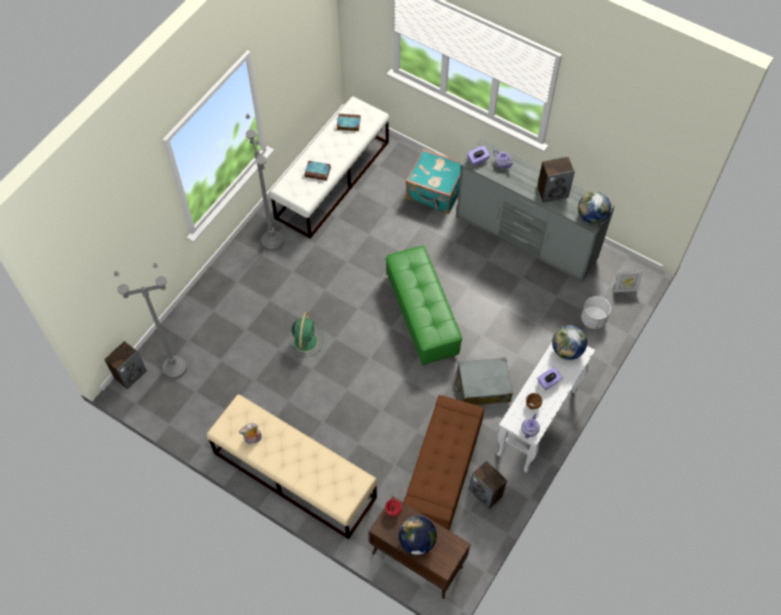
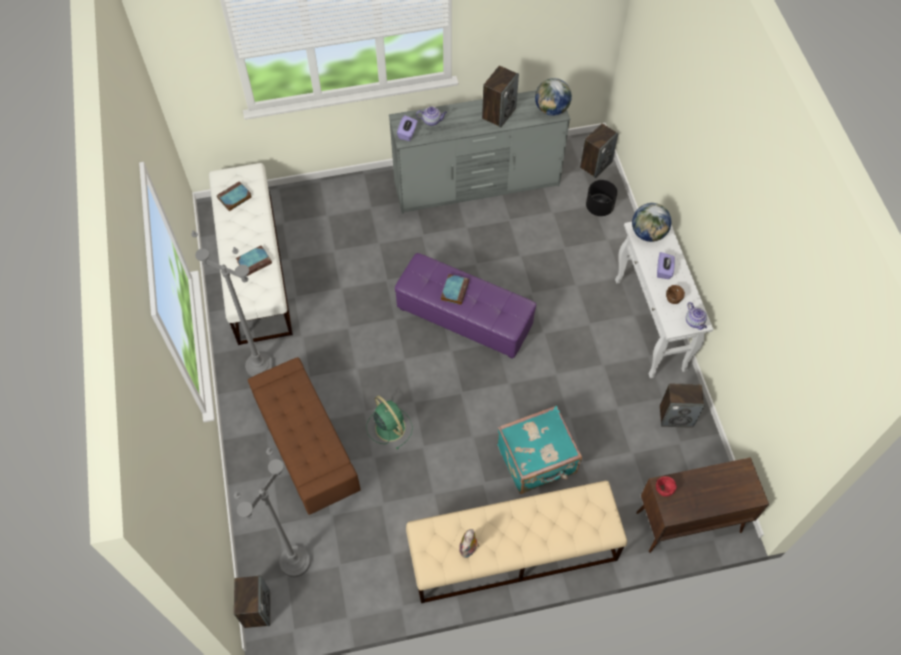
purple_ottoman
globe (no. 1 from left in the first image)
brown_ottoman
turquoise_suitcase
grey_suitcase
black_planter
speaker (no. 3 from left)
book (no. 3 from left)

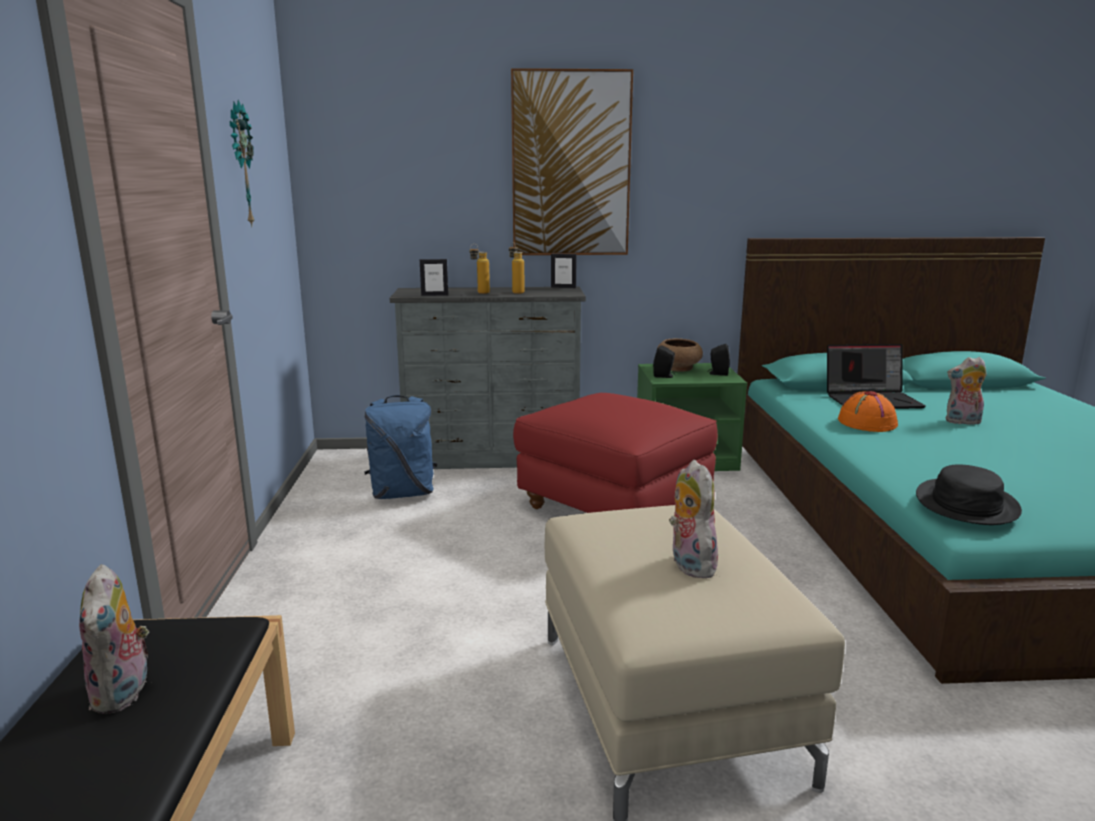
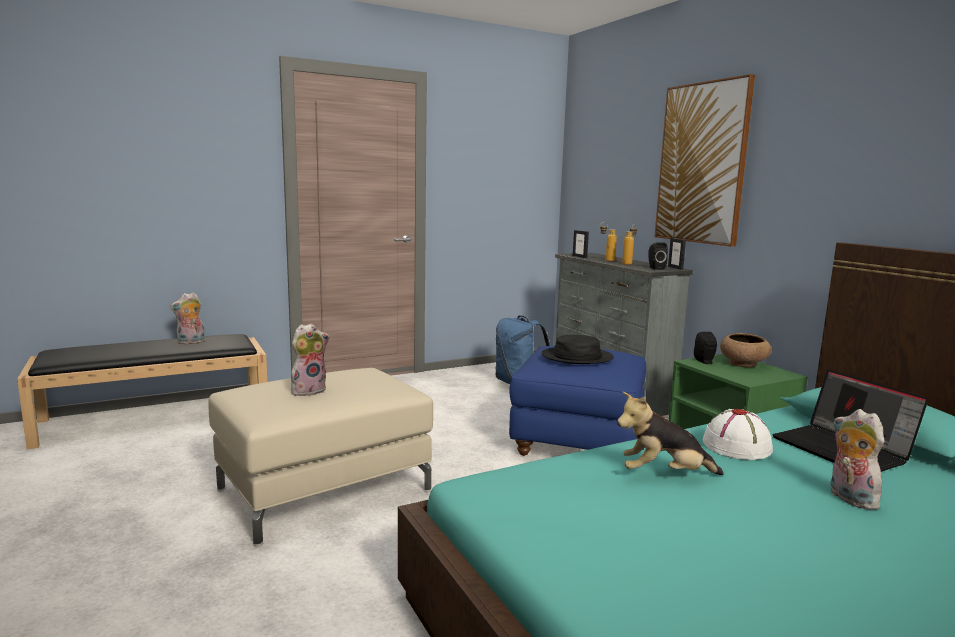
wall_clock
blue_ottoman
black_speaker (no. 1 from left)
white_hat
black_hat
plush_toy (no. 3 from left)

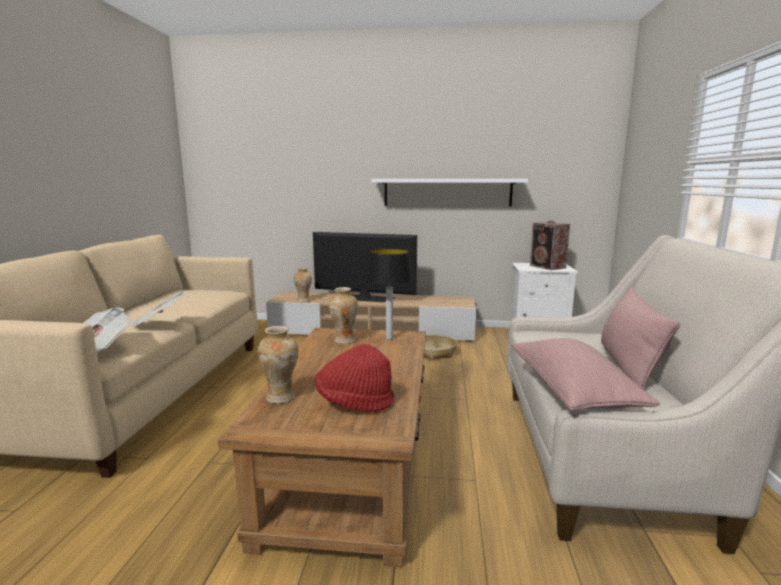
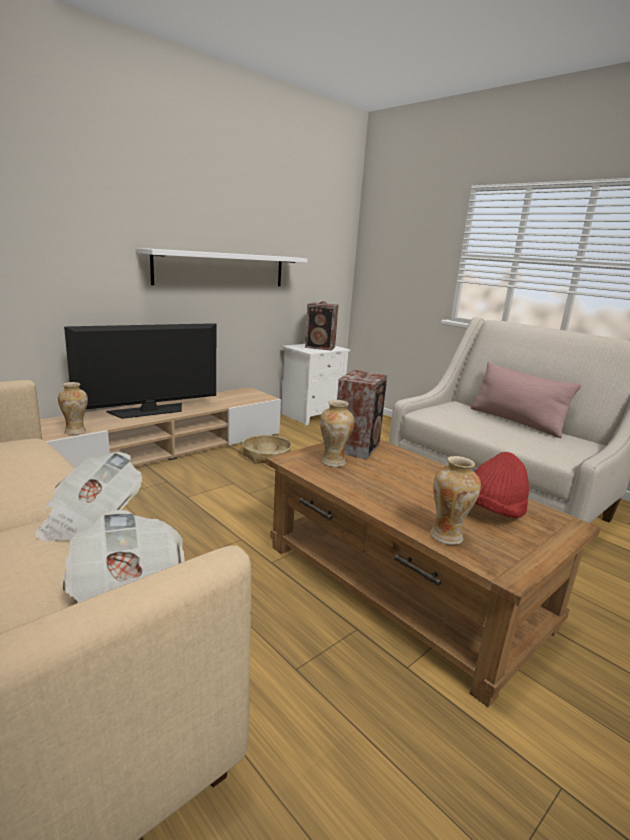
speaker (no. 2 from left)
pink_pillow (no. 1 from left in the first image)

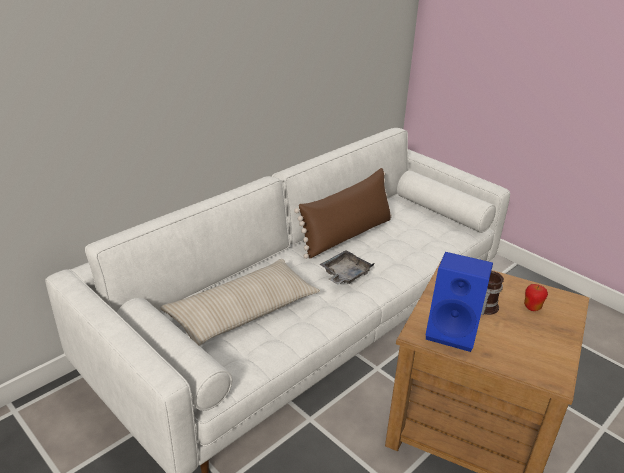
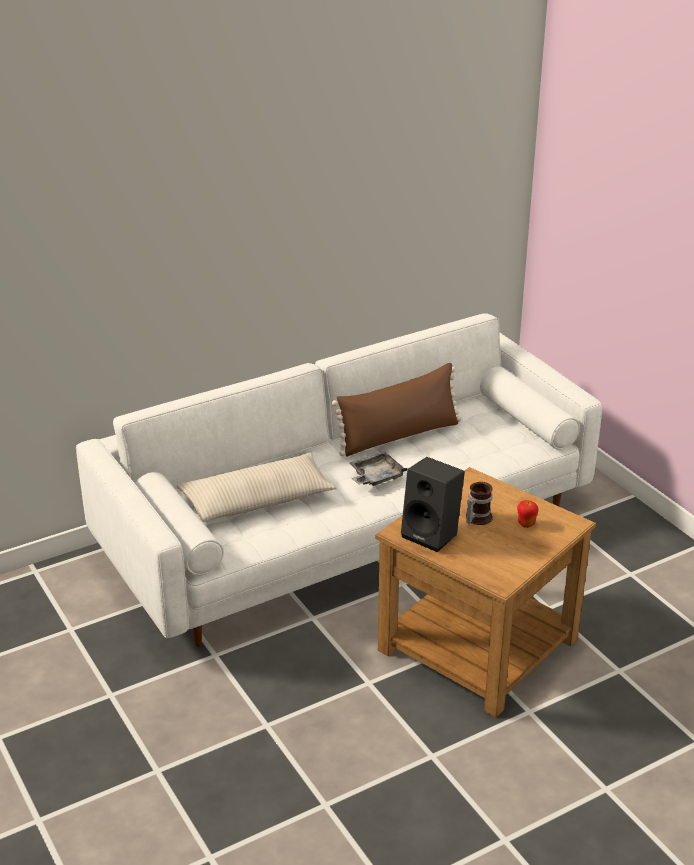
black_speaker

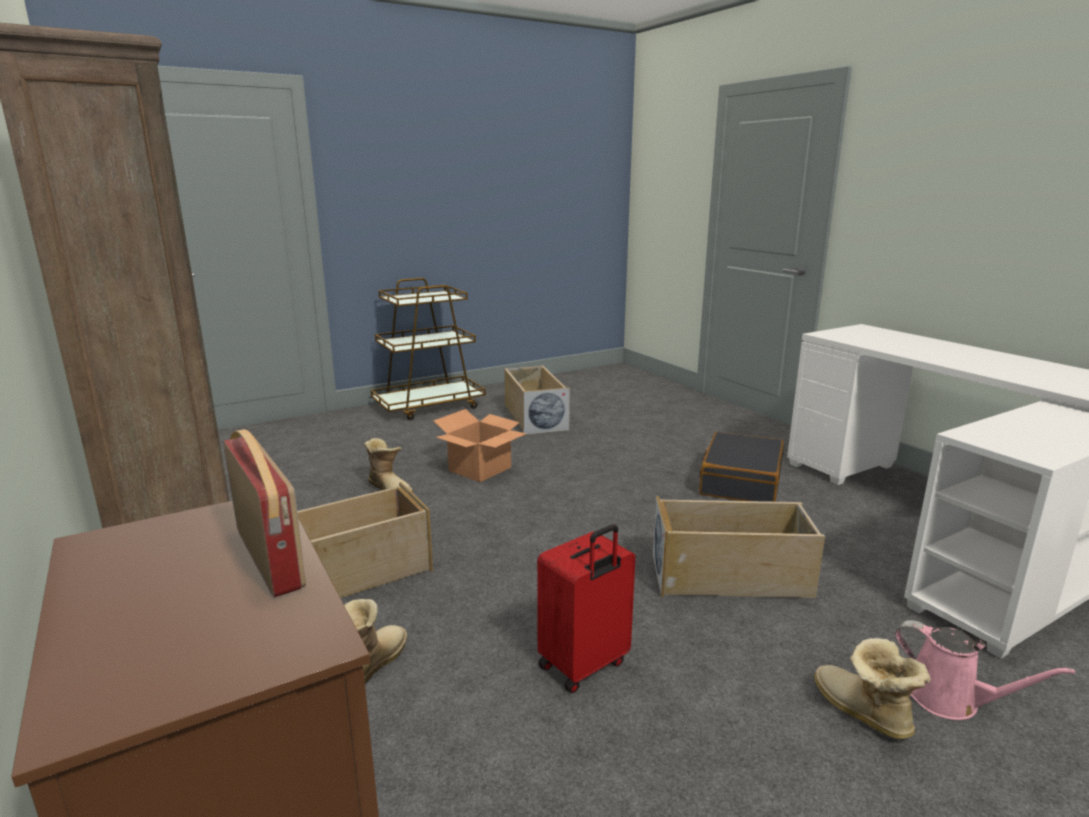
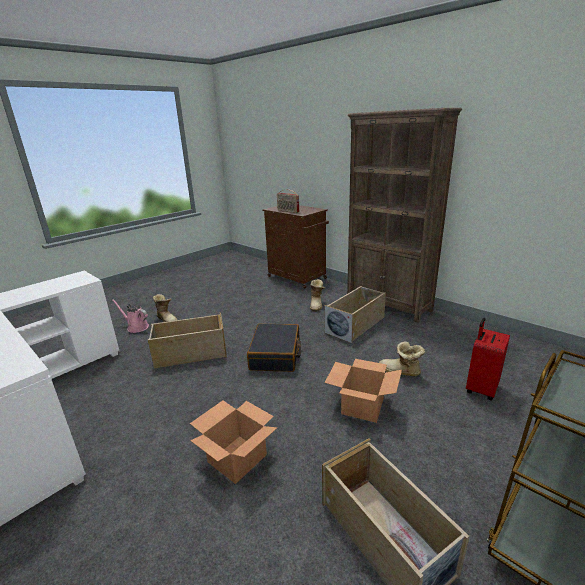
red_suitcase
black_suitcase
cardboard_box (no. 1 from left)

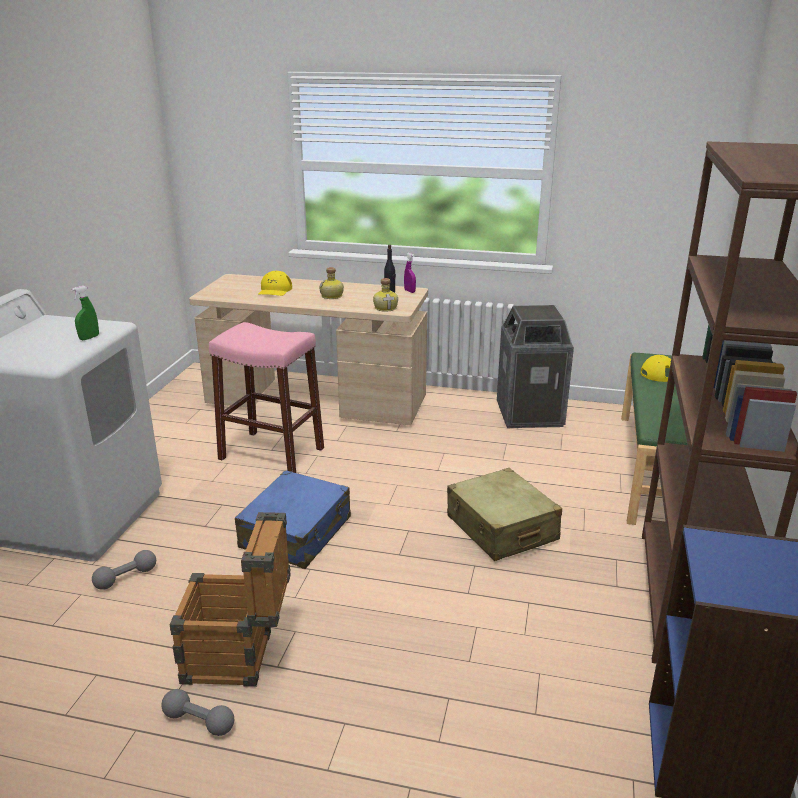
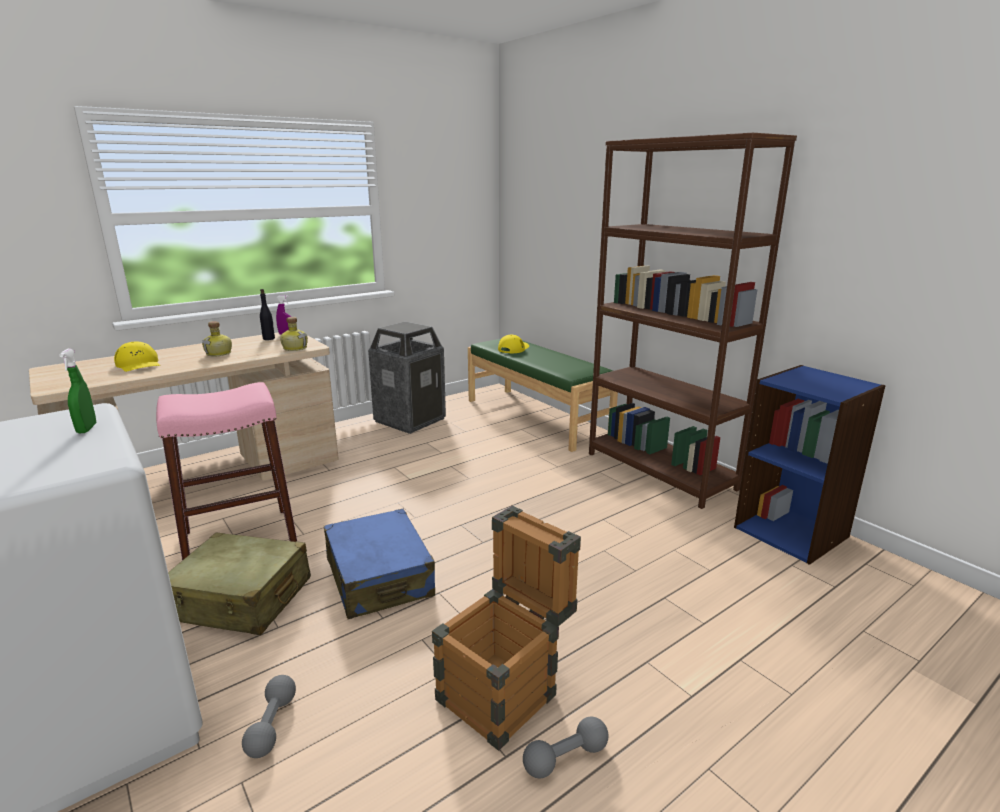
beige_suitcase

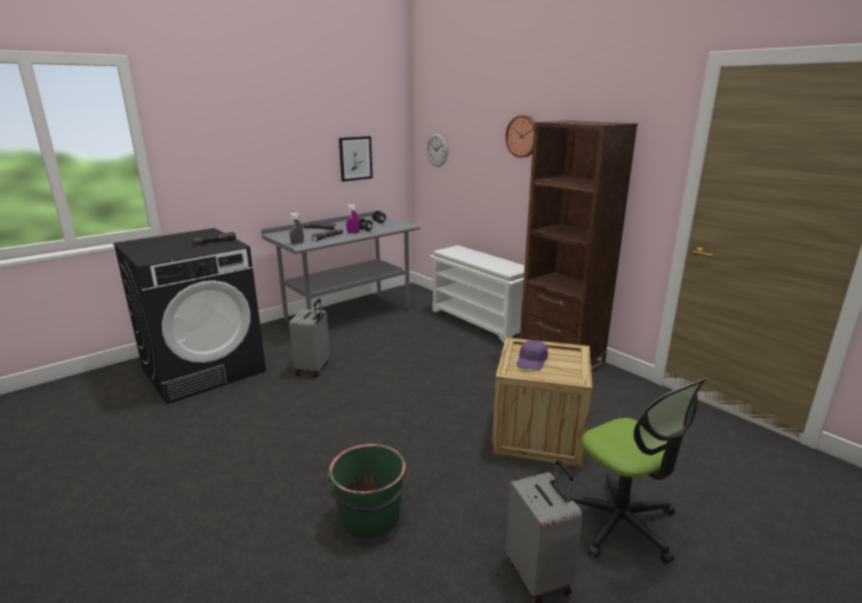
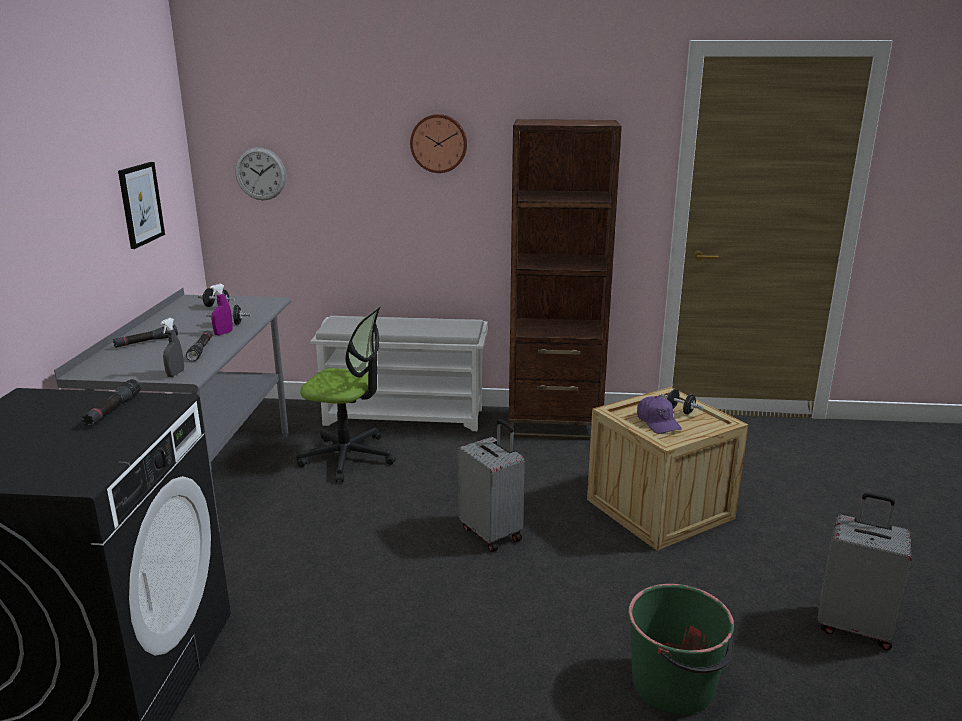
grey_suitcase (no. 1 from left)
office_chair
black_dumbbell (no. 3 from left)

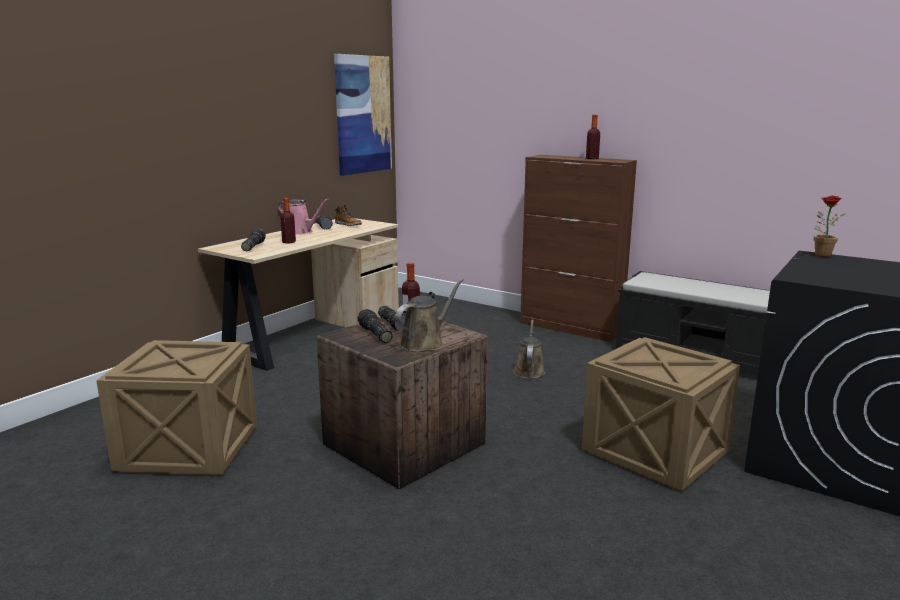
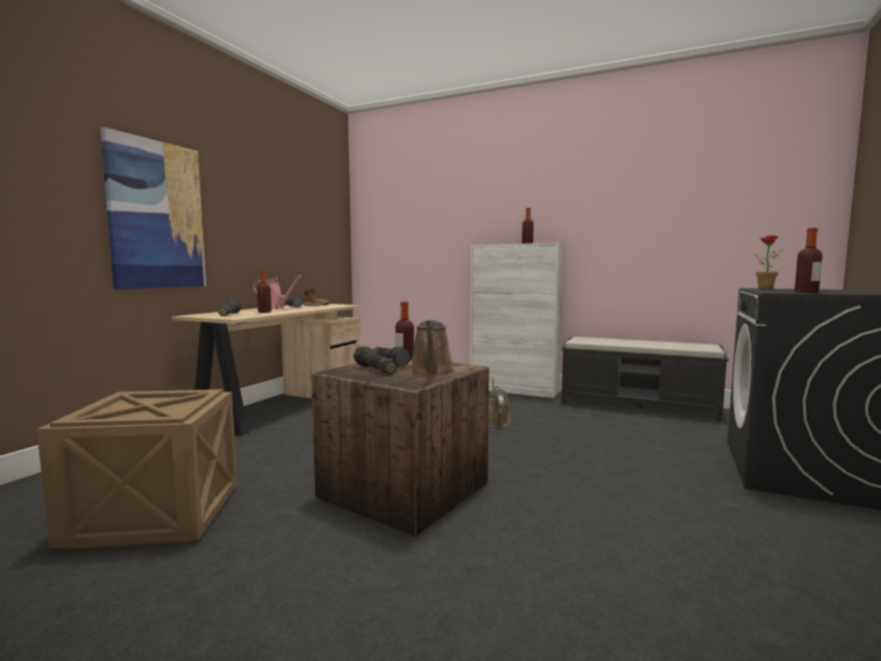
picture
brown_watering_can (no. 1 from left)
white_cabinet
crate (no. 3 from left in the first image)
bottle (no. 4 from left)

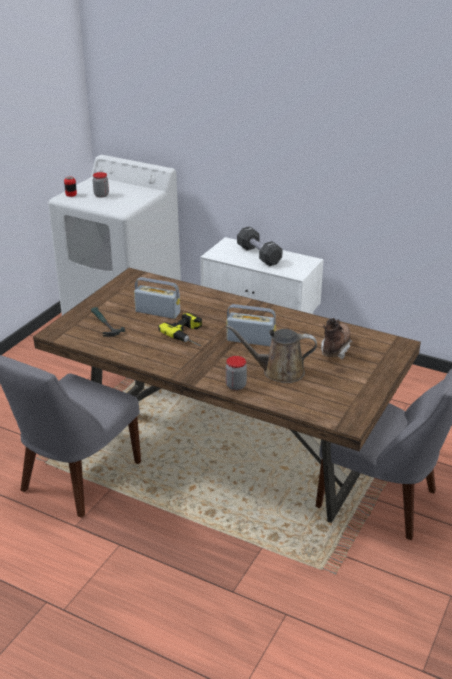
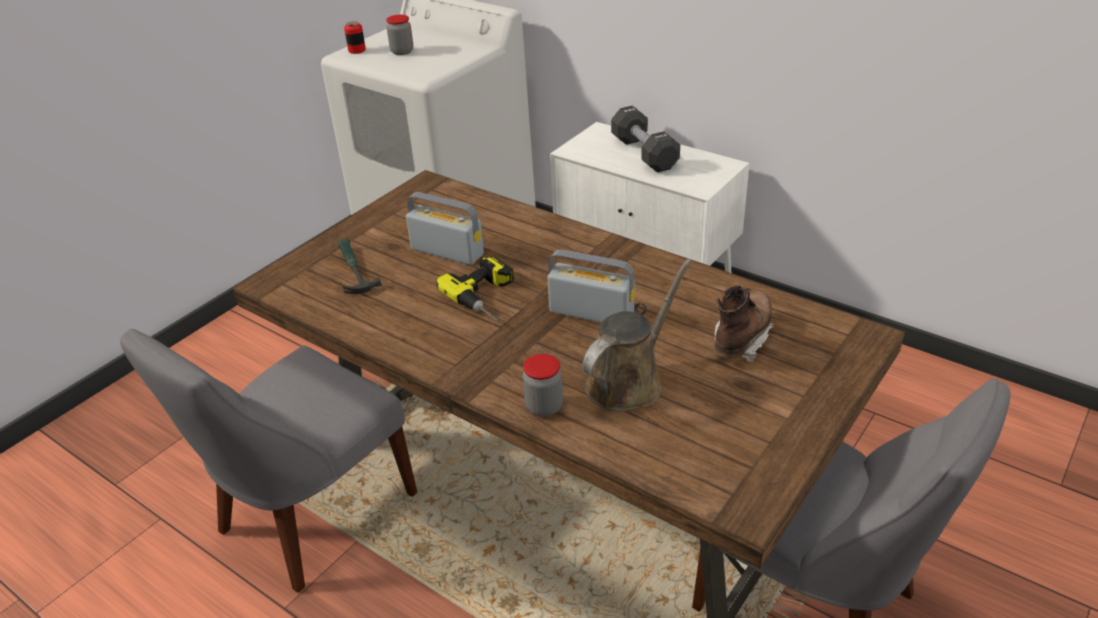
brown_watering_can

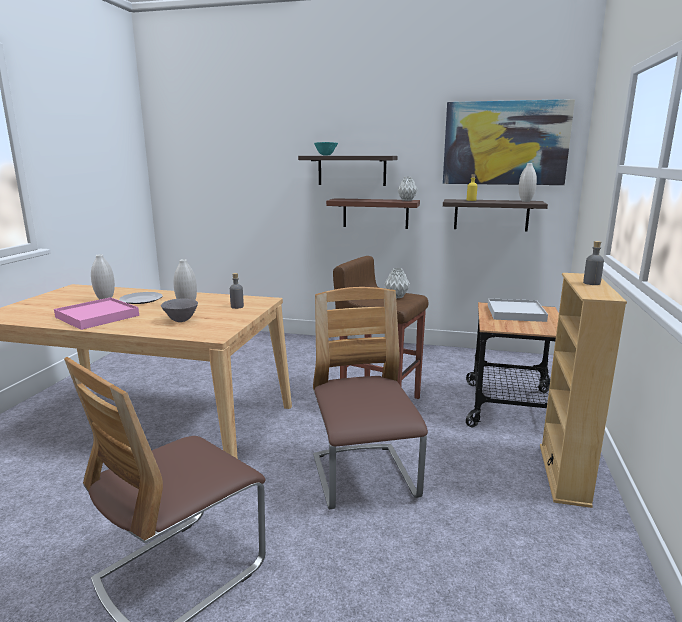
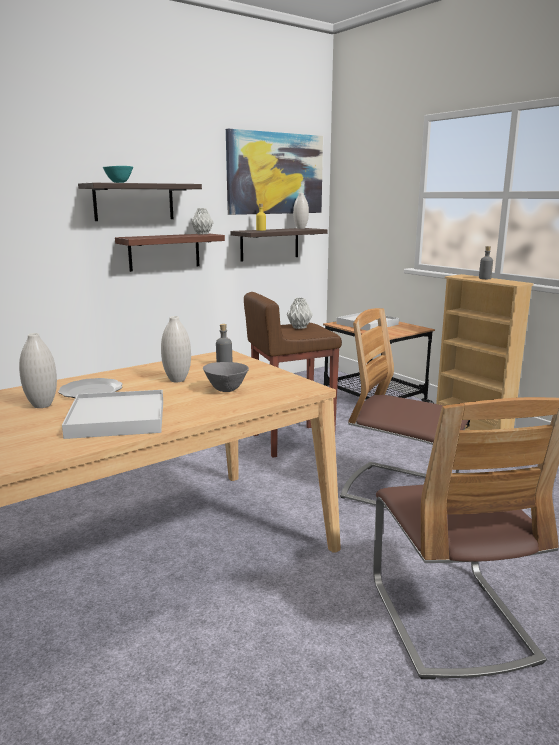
white_tray (no. 1 from left)

